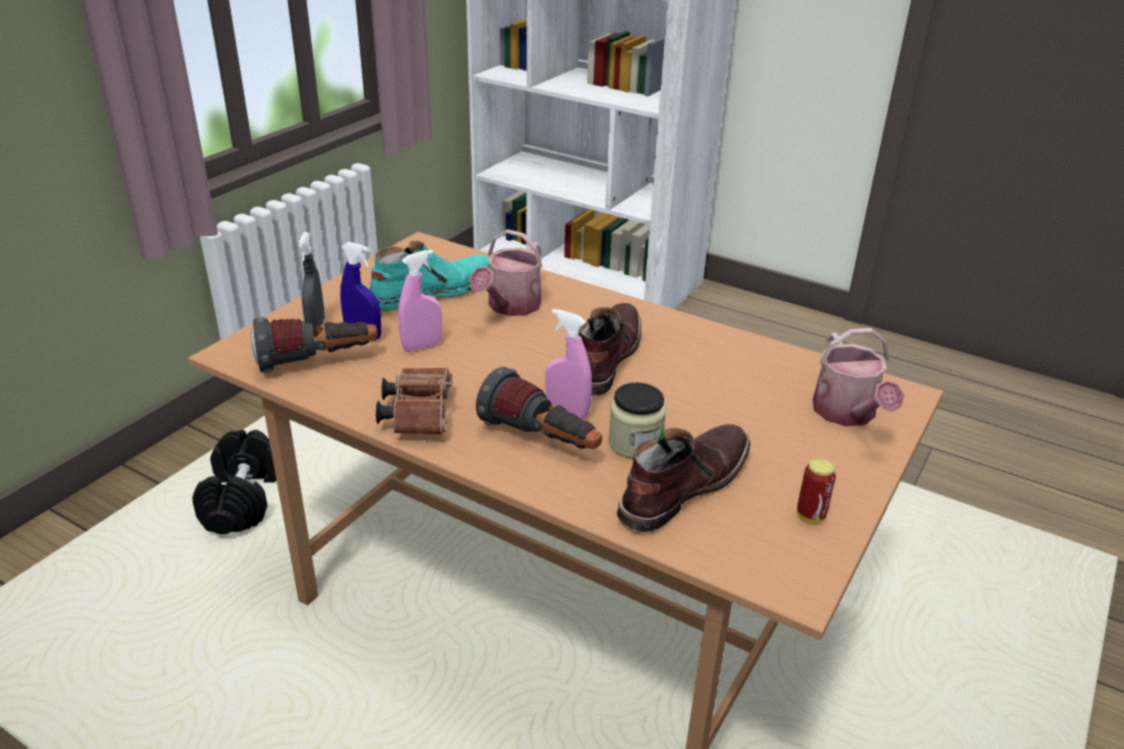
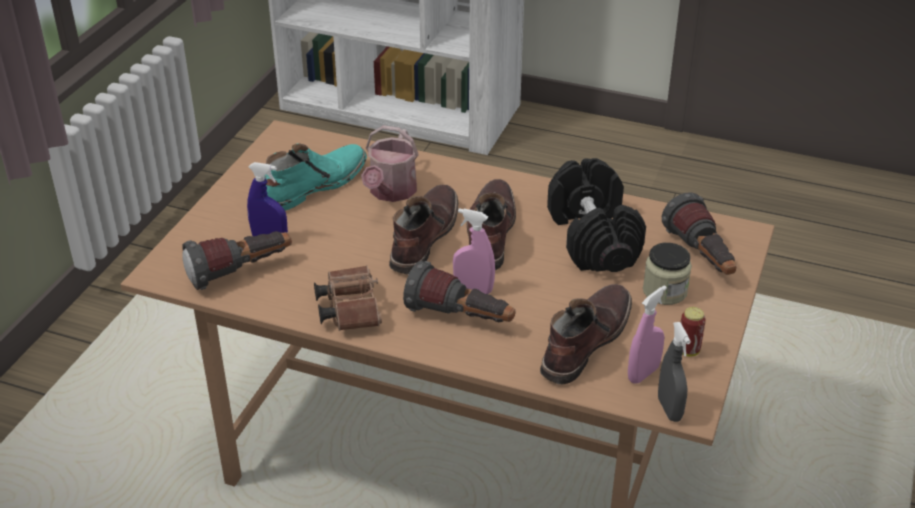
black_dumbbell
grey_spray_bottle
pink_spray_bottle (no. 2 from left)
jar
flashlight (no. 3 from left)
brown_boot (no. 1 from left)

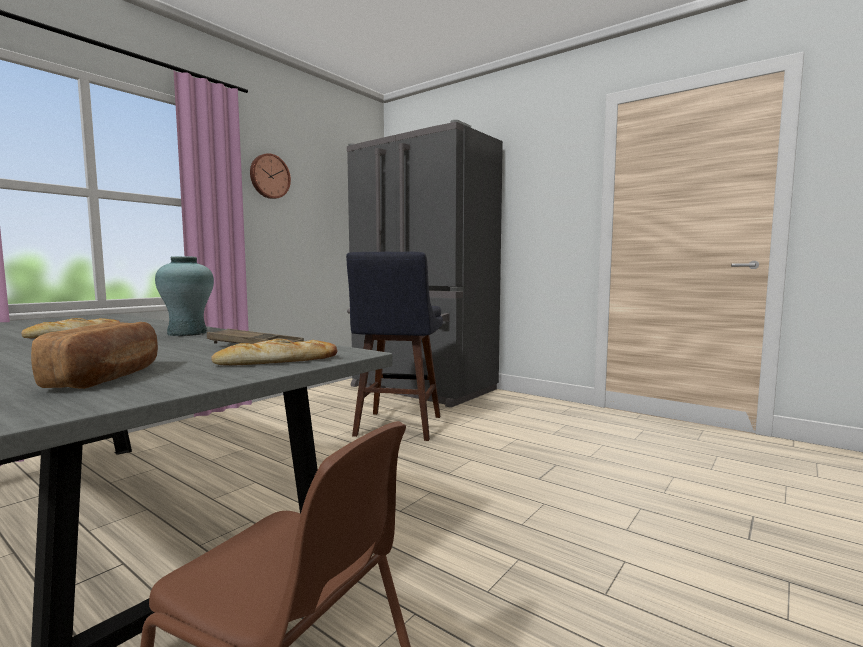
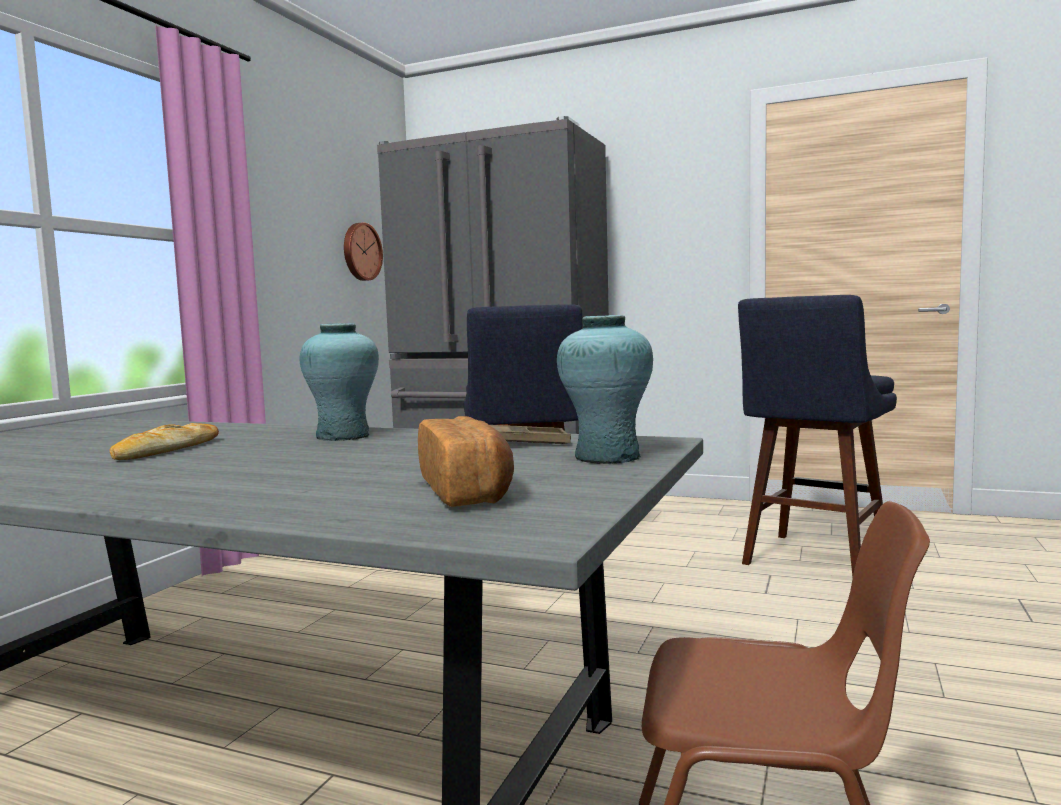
turquoise_vase (no. 2 from left)
wall_clock
blue_stool (no. 2 from left)

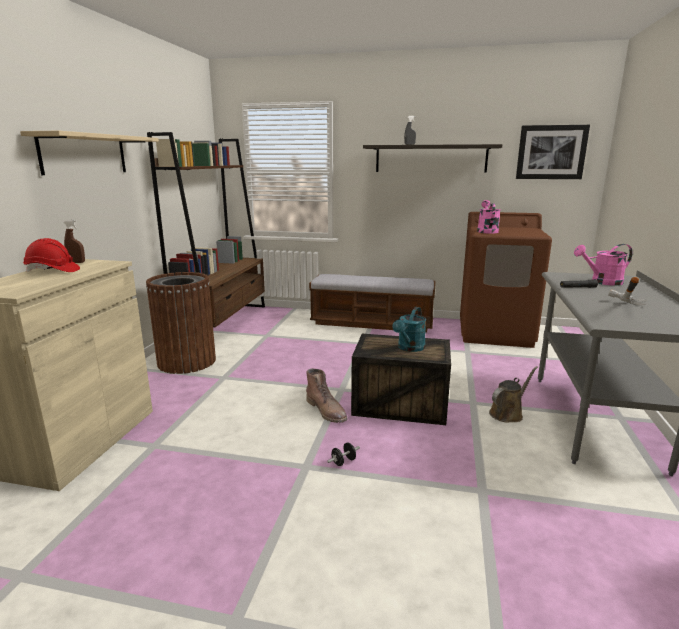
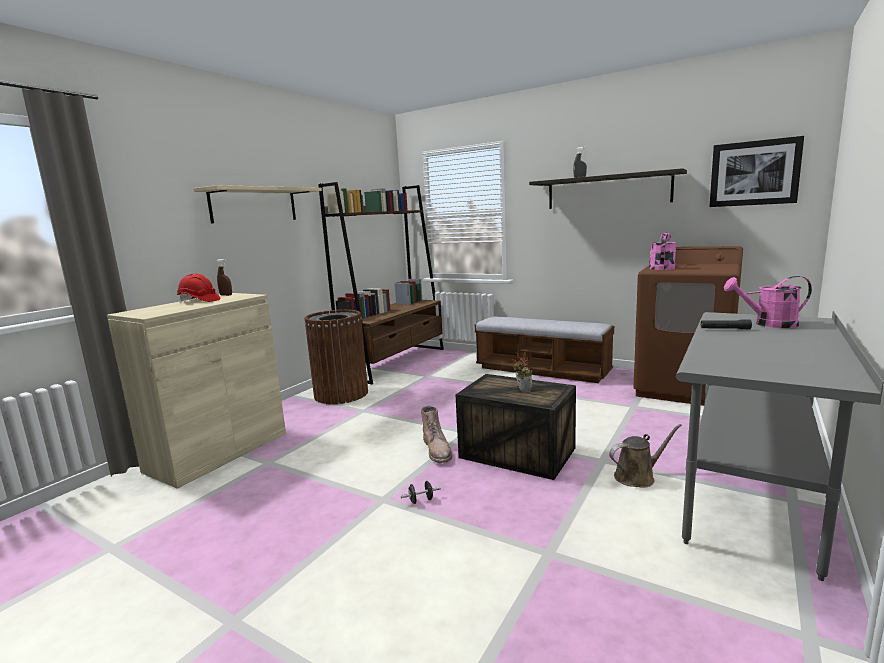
potted_plant
hammer

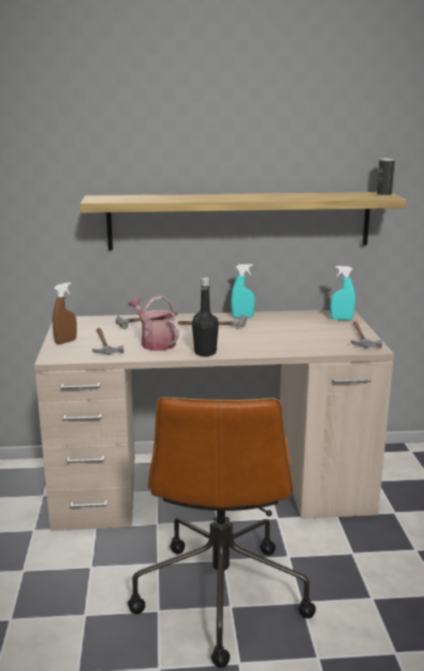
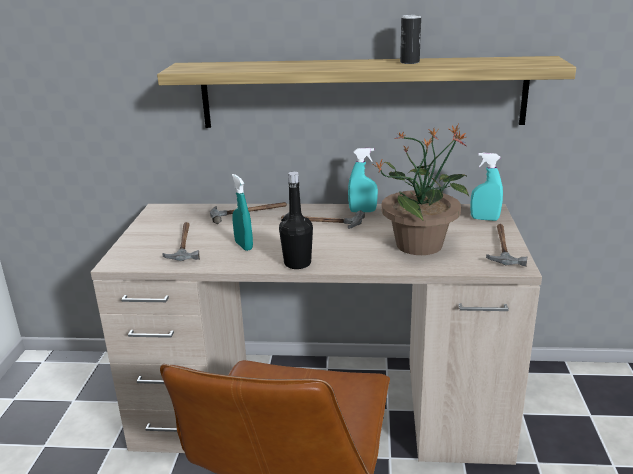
brown_spray_bottle
turquoise_spray_bottle (no. 1 from left)
can
potted_plant

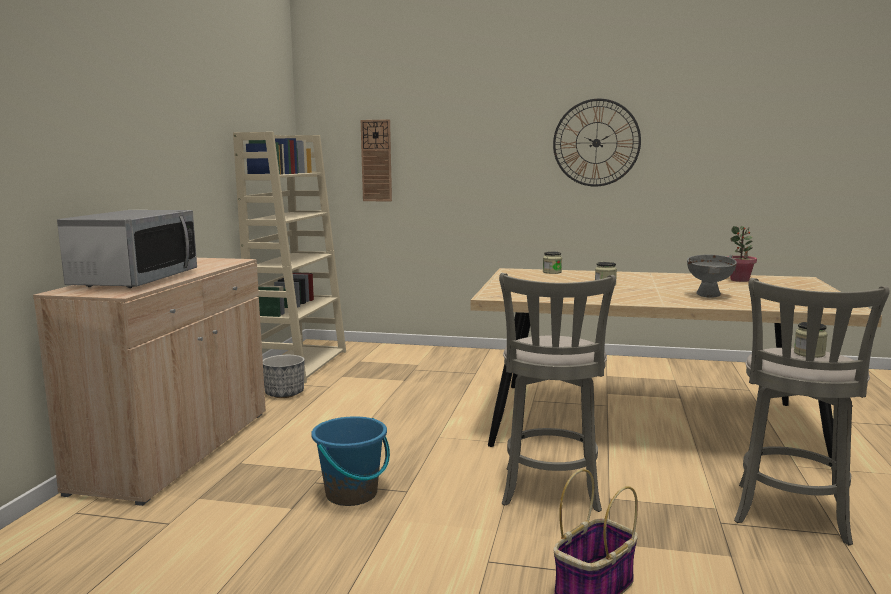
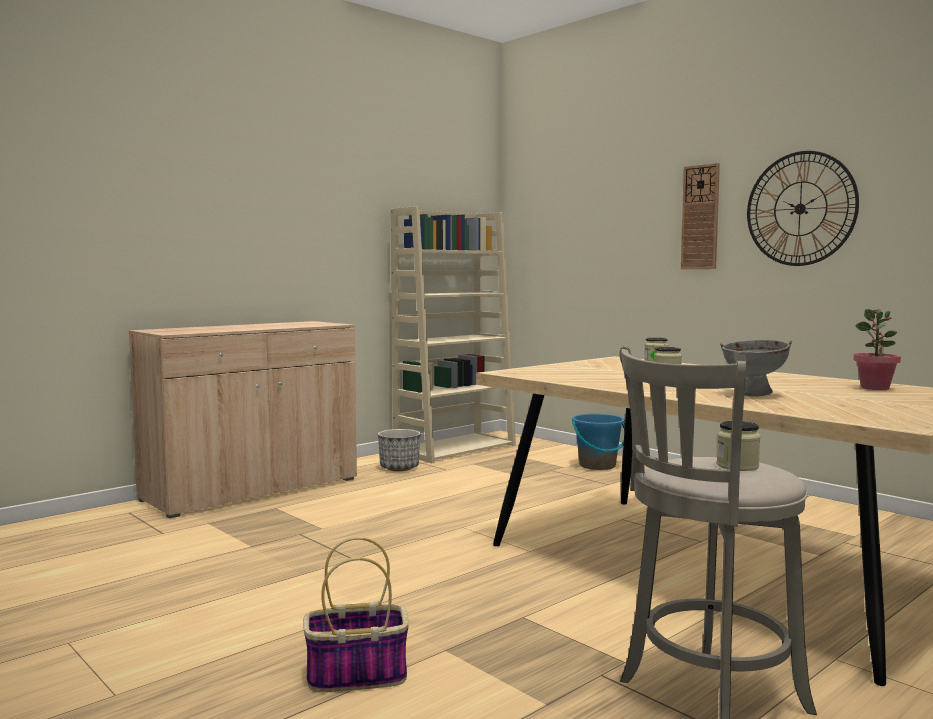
microwave
blue_bucket
wall_clock (no. 1 from left)
grey_stool (no. 1 from left in the first image)

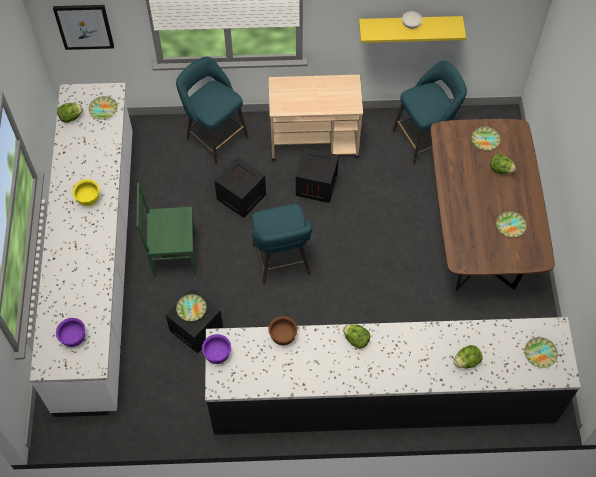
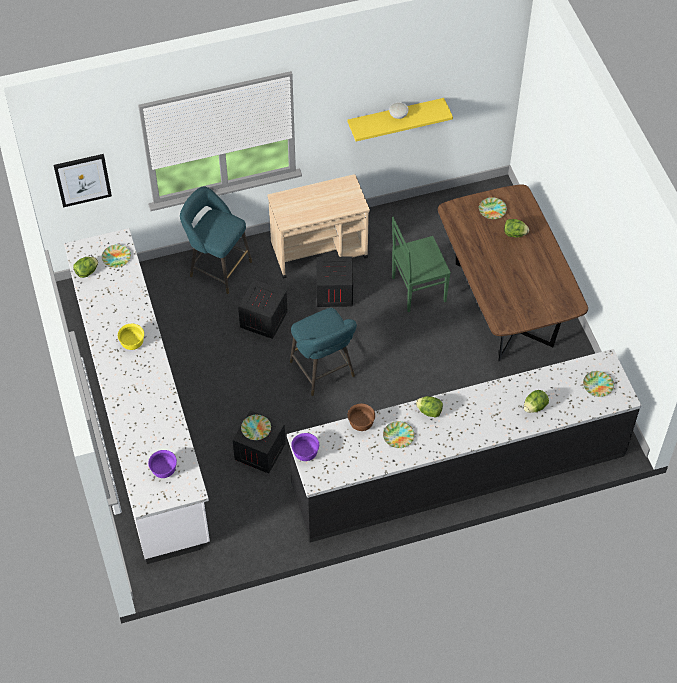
green_chair
turquoise_stool (no. 3 from left in the first image)
plate (no. 3 from left)

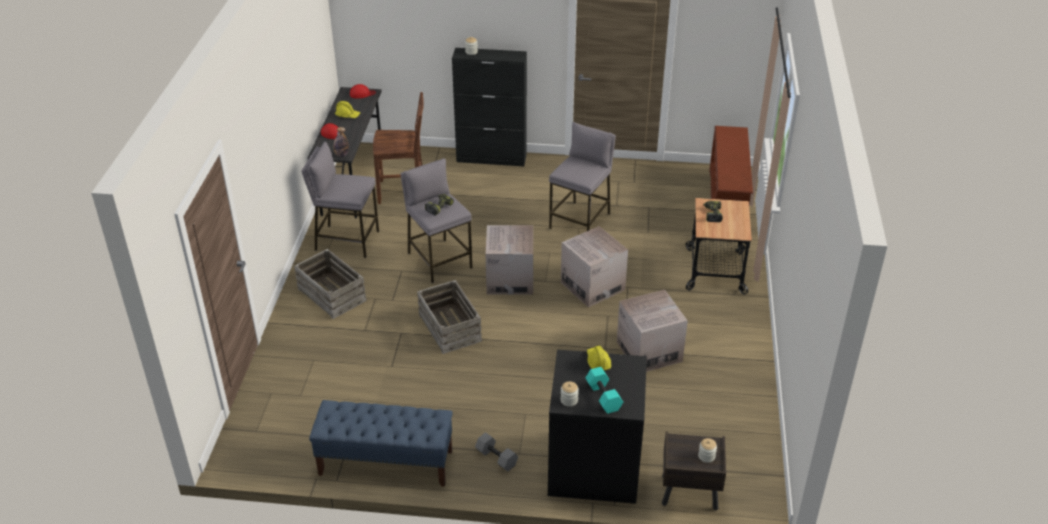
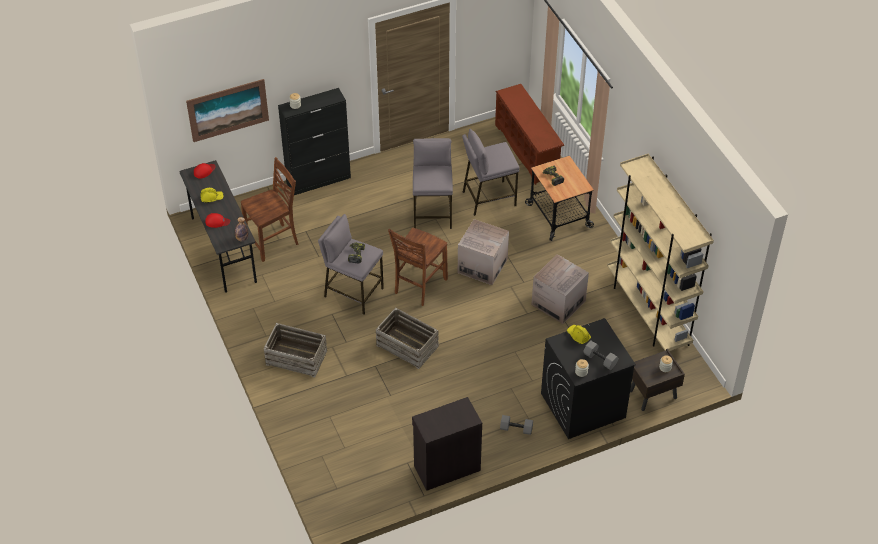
grey_stool (no. 3 from left)
black_cabinet (no. 2 from left)
brown_chair (no. 2 from left)
grey_dumbbell (no. 2 from left)
picture
beige_bookcase

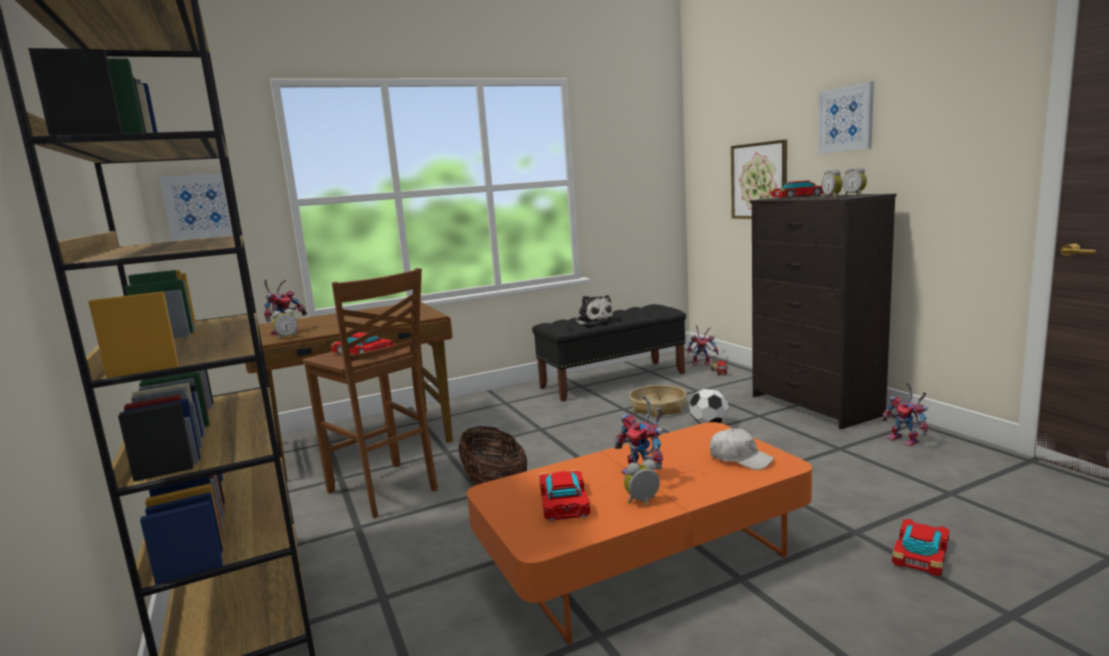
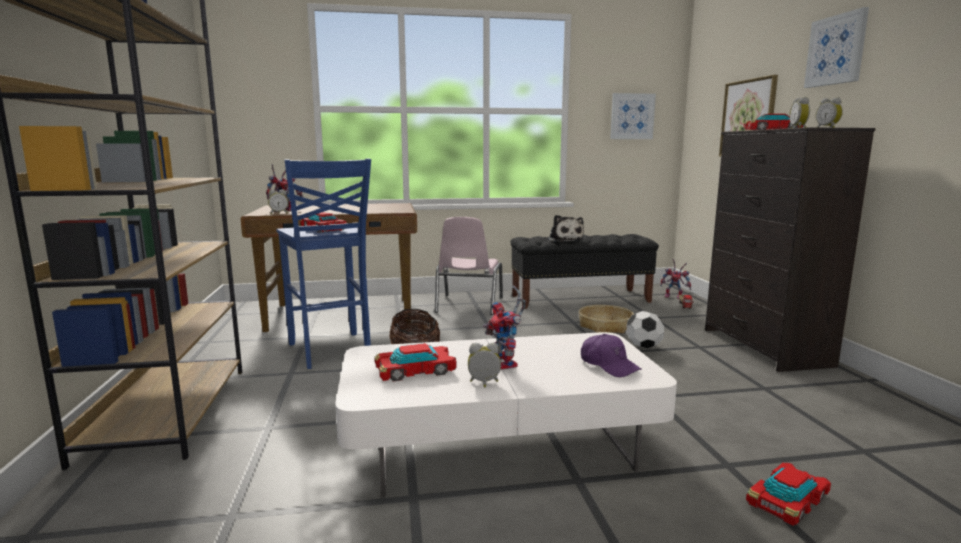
picture (no. 1 from left)
blue_stool
white_coffee_table
toy_car (no. 2 from left)
purple_cap
toy_robot (no. 4 from left in the first image)
pink_chair

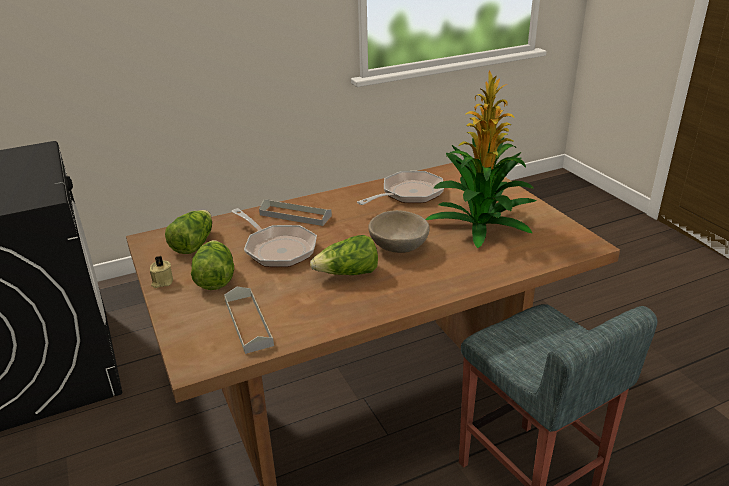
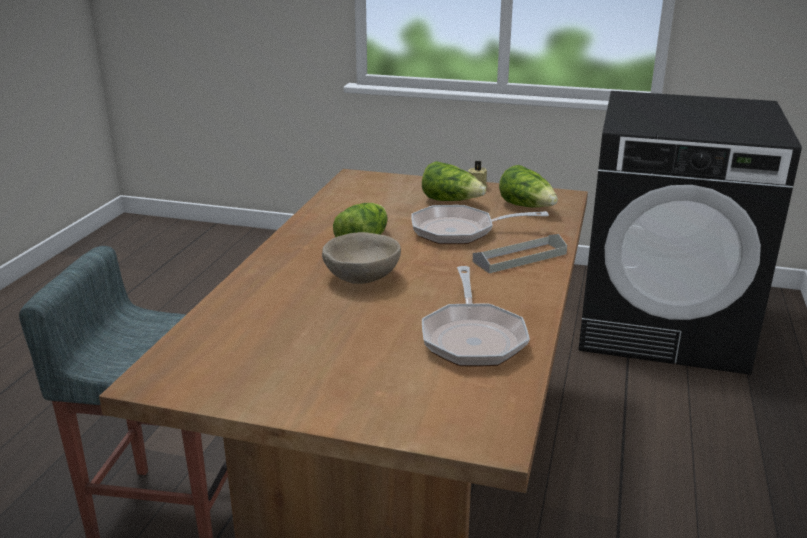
grey_tray (no. 1 from left in the first image)
potted_plant

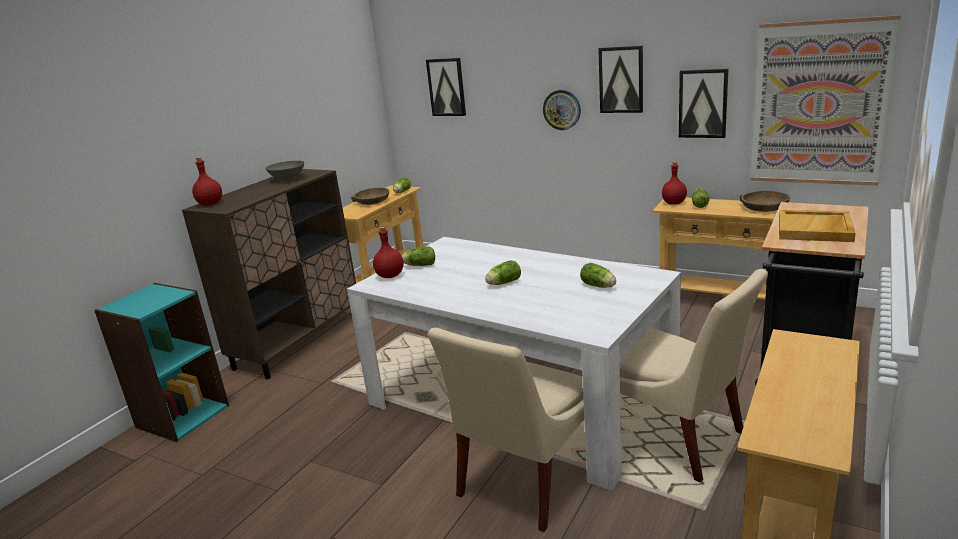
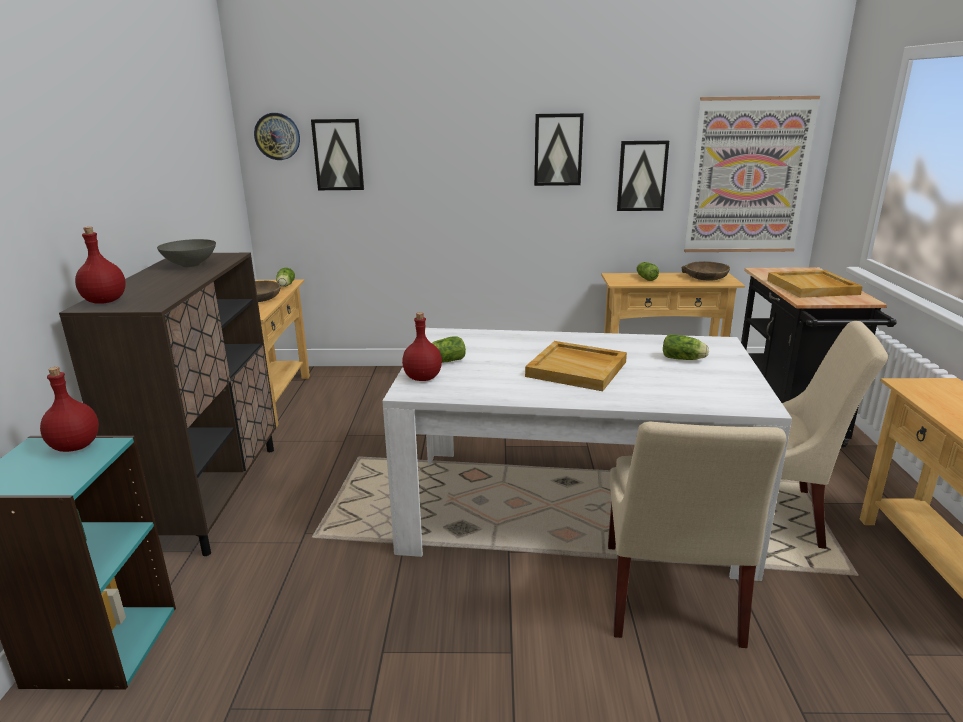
beige_tray (no. 1 from left)
wall_clock
red_bottle (no. 1 from left)

